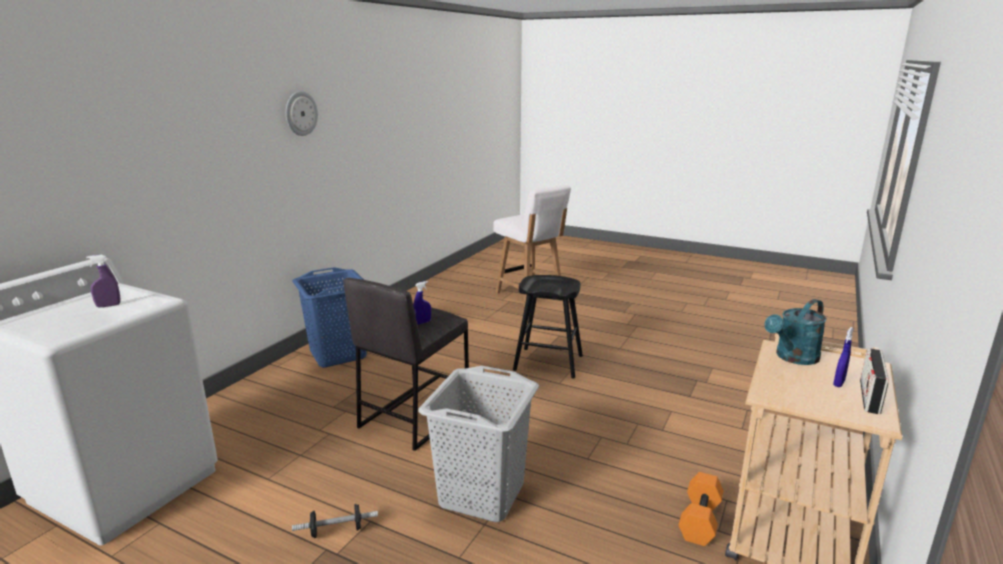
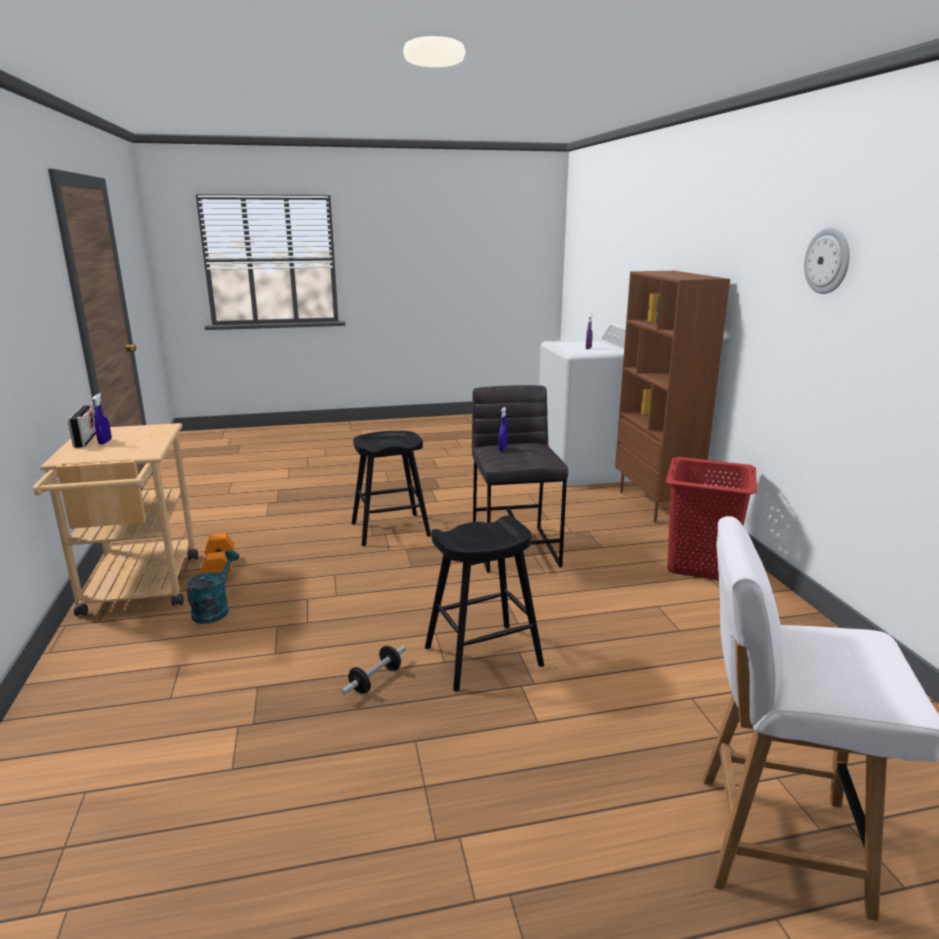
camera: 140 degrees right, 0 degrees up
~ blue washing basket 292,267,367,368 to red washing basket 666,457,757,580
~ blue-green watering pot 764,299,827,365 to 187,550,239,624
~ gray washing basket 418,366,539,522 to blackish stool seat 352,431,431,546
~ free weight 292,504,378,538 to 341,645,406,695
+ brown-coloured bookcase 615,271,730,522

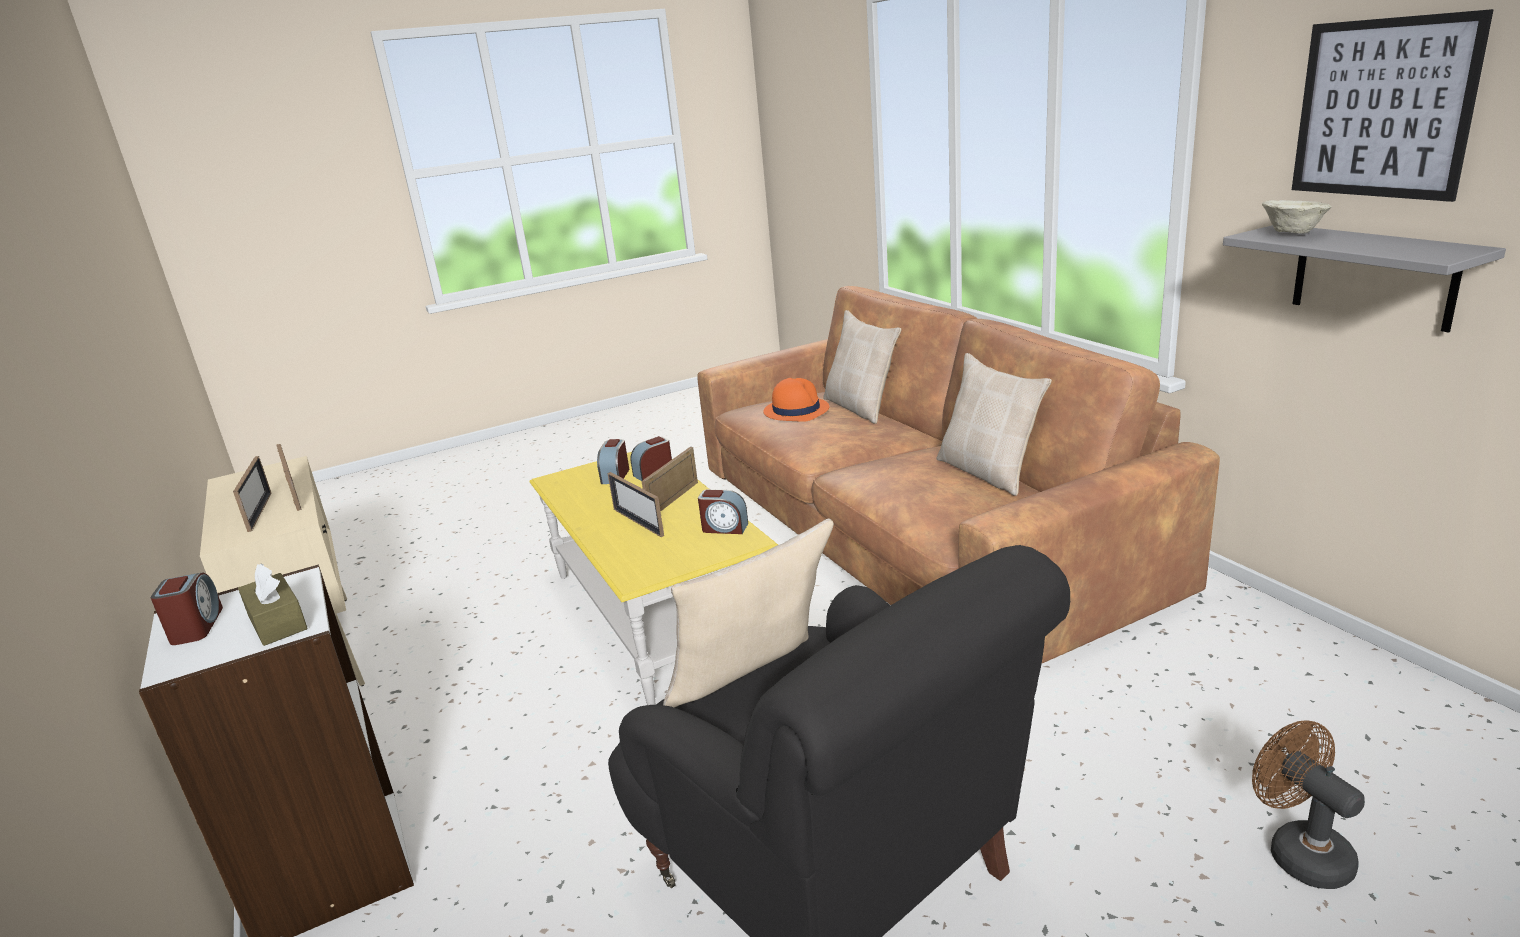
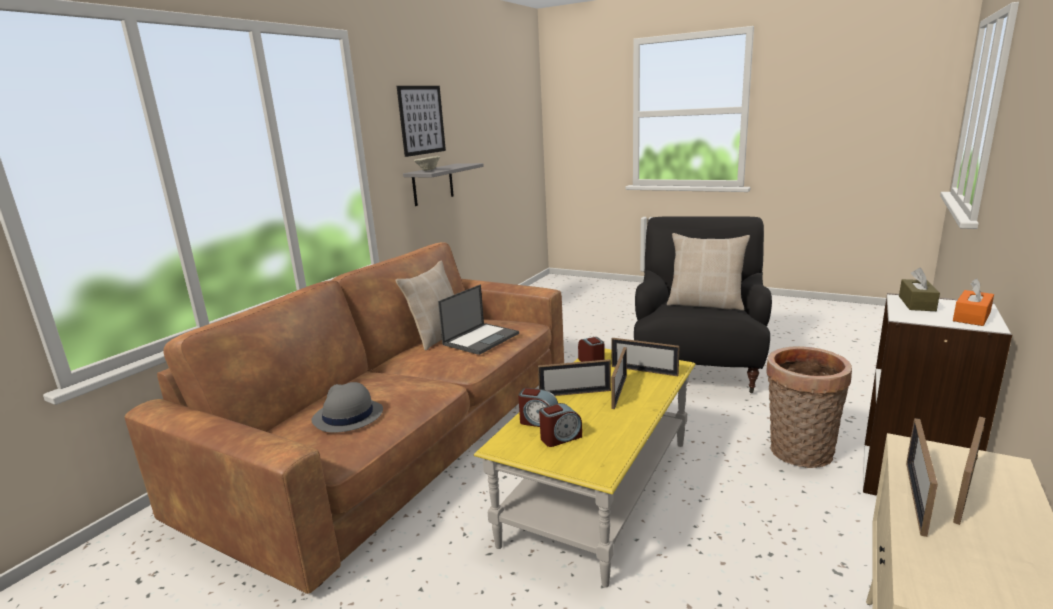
camera: 125 degrees left, 5 degrees down
- beige cushion 823,310,901,424
~ orangey wearable hat 763,378,829,422 to gray wearable hat 311,382,383,432
~ bedside clock 151,572,223,645 to orangey tissue box 953,278,994,326
- brown-coloured fan 1252,721,1365,889
+ portable computer 438,284,519,355
+ standing frame 611,338,680,376
+ storage basket 766,346,852,468

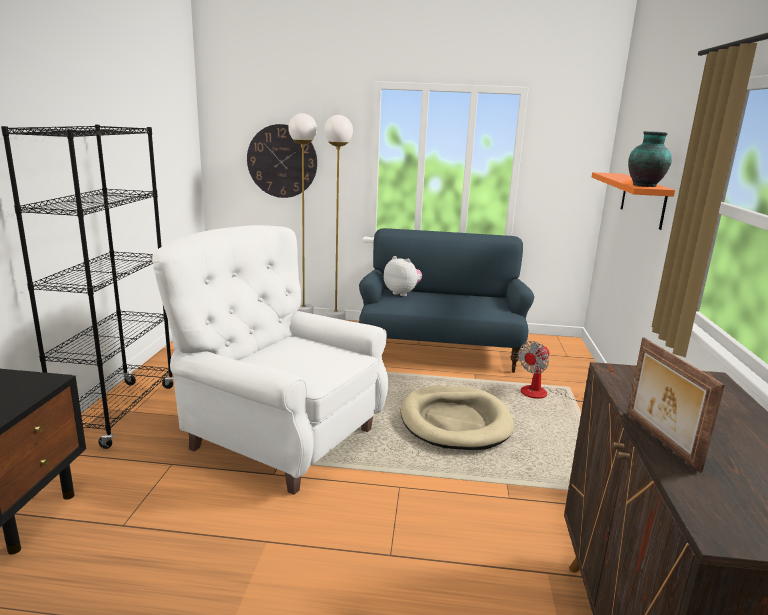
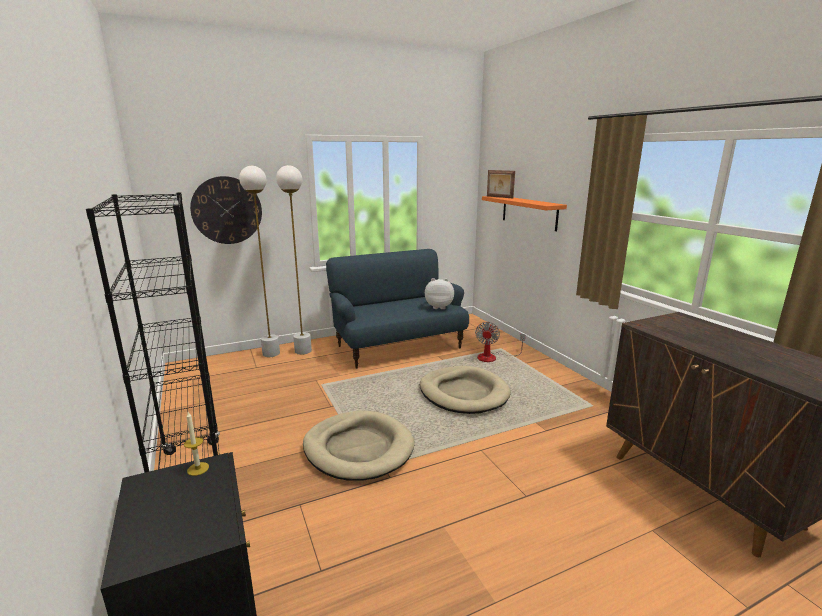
camera: 30 degrees left, 0 degrees up
- vase 628,131,672,187
~ white-coloured armchair 152,225,388,495 to beige dog cushion 303,410,415,481
~ cuddly toy 384,256,422,296 to 425,278,454,309
~ standing frame 627,338,725,473 to 487,170,515,198
+ candle 184,412,209,476

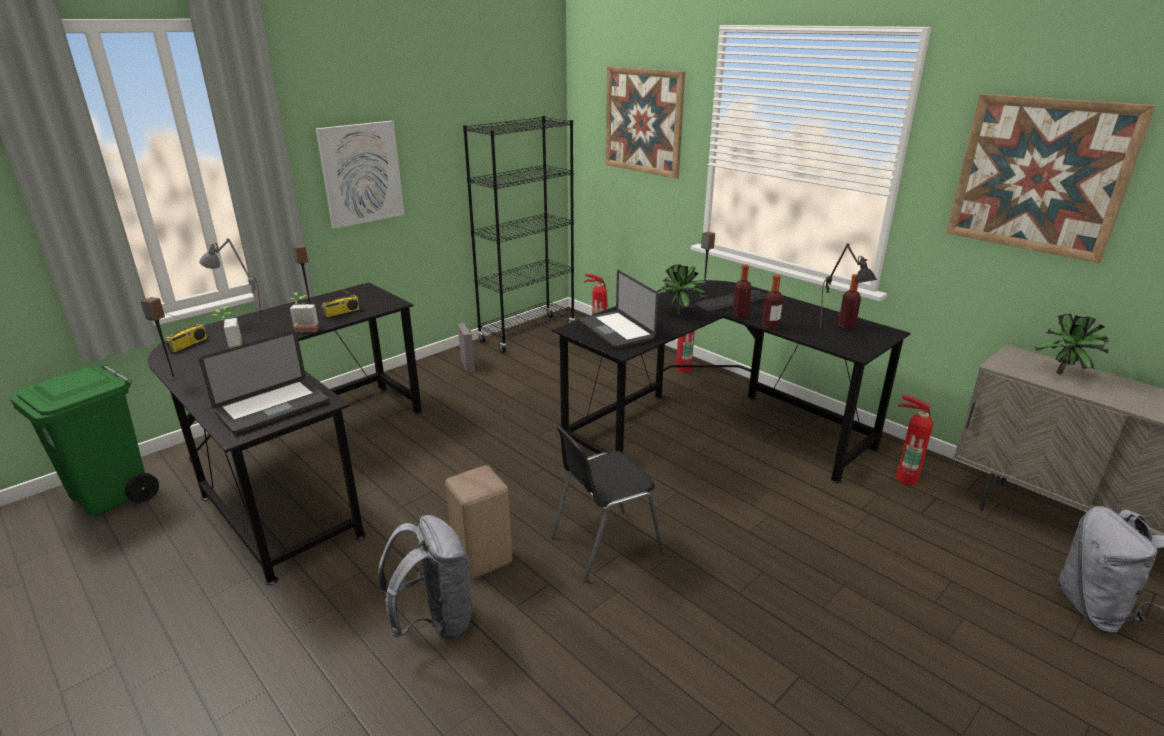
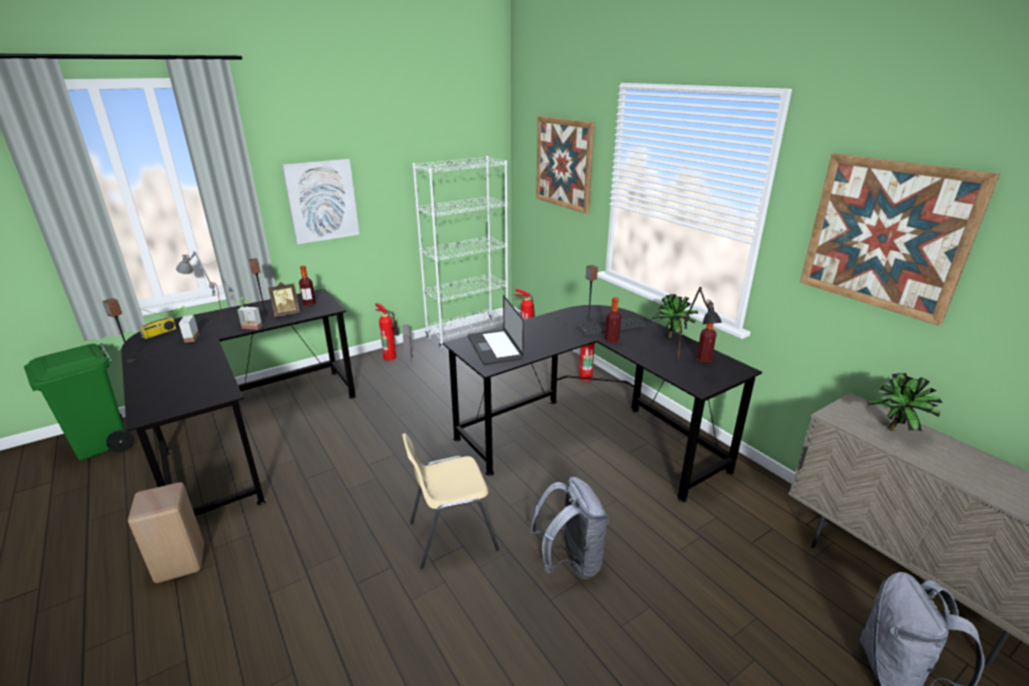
camera: 10 degrees right, 0 degrees up
~ blackish bookcase 463,116,575,353 to white-coloured bookcase 412,156,508,350
~ potted plant 657,264,707,315 to 652,294,698,338
~ beverage bottle 762,275,783,329 to 299,266,316,306
~ radio set 322,282,360,317 to standing frame 268,282,300,317
- portable computer 199,331,329,435
~ extinguisher 896,395,933,485 to 375,303,399,360
~ blackish plain chair 551,425,664,582 to beige plain chair 402,433,500,569
~ beige stool seat 445,465,512,579 to 128,482,204,583
~ gray knapsack 377,515,473,640 to 530,477,608,579

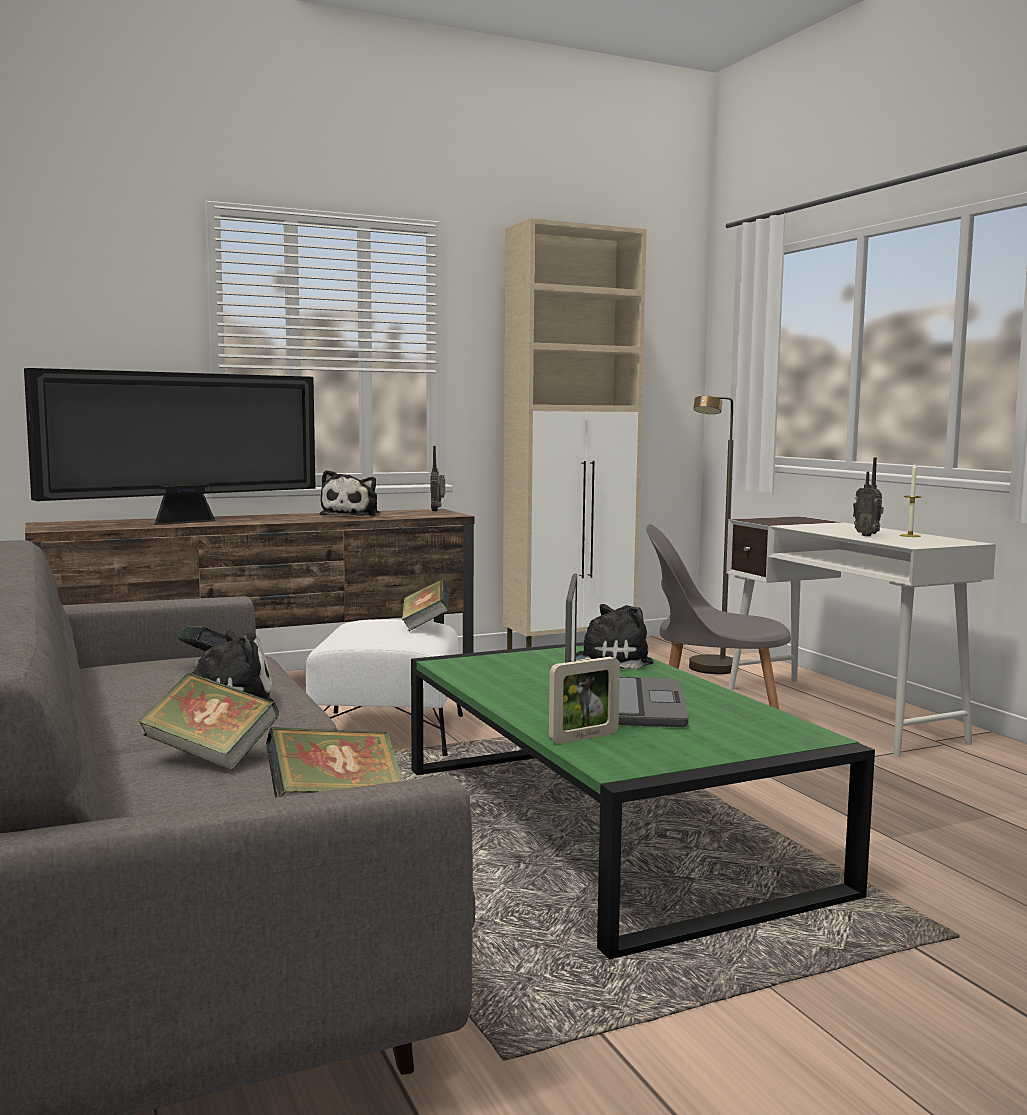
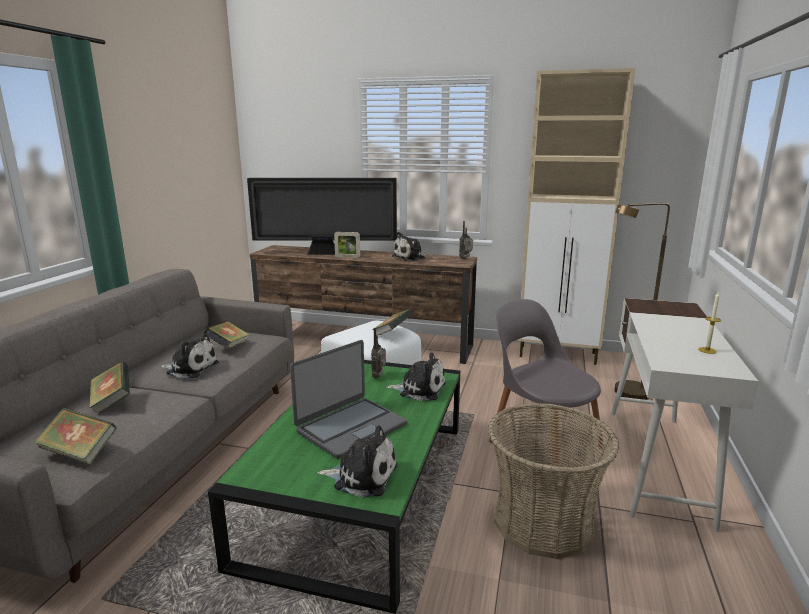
camera: 40 degrees right, 10 degrees up
~ radio set 853,457,884,536 to 371,328,386,378
~ standing frame 549,657,620,744 to 334,232,360,258
+ storage basket 488,403,619,559
+ cuddly toy 317,425,397,497

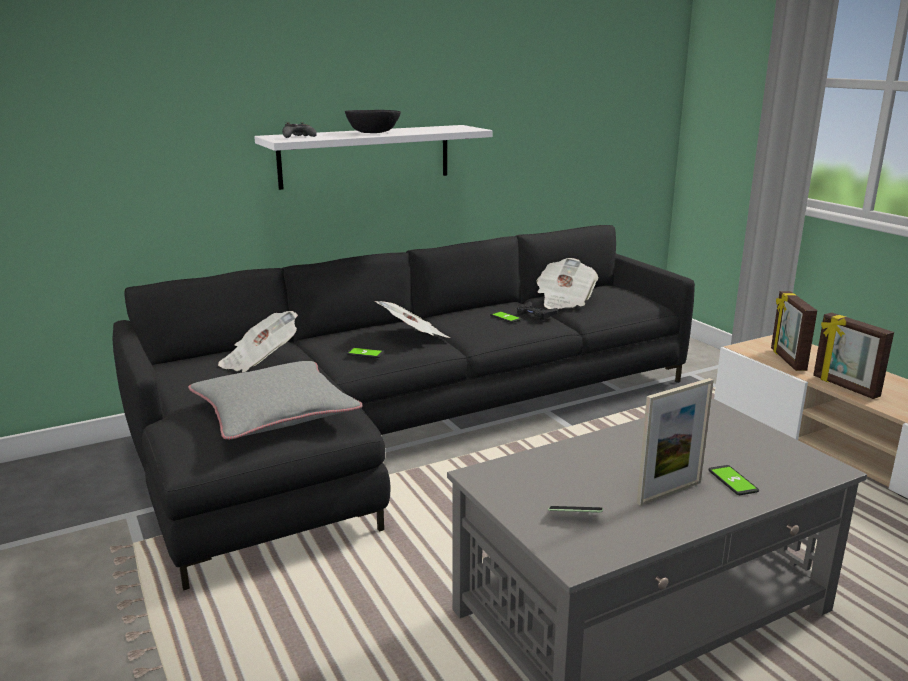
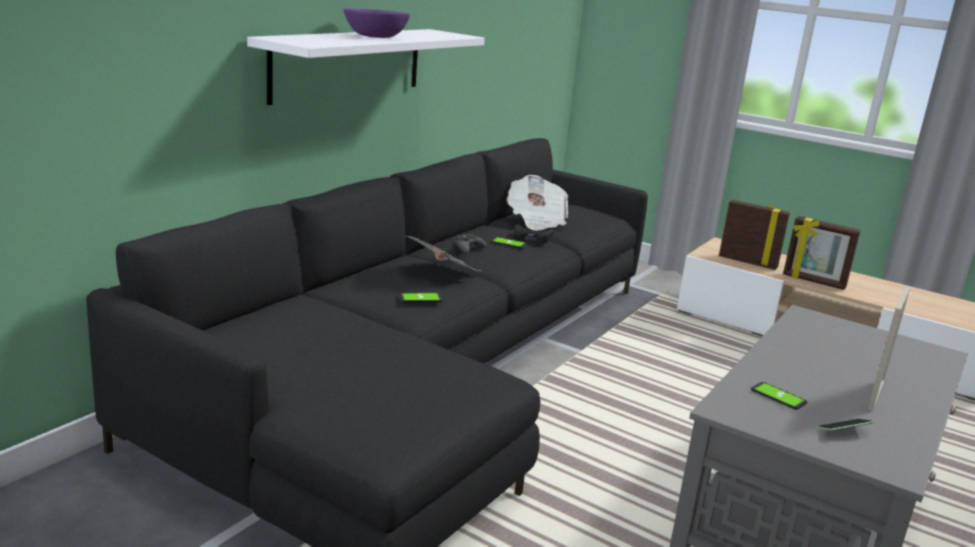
camera: 30 degrees left, 0 degrees up
~ blackish deep dish 345,110,401,133 to purple deep dish 344,8,410,38
~ blackish gamepad 282,122,317,138 to 452,234,486,254
~ standing frame 771,291,817,371 = 719,200,790,270 150 degrees clockwise
- daily paper 218,311,298,372
- gray cushion 188,361,362,439
~ phone 708,465,759,495 to 751,382,807,410

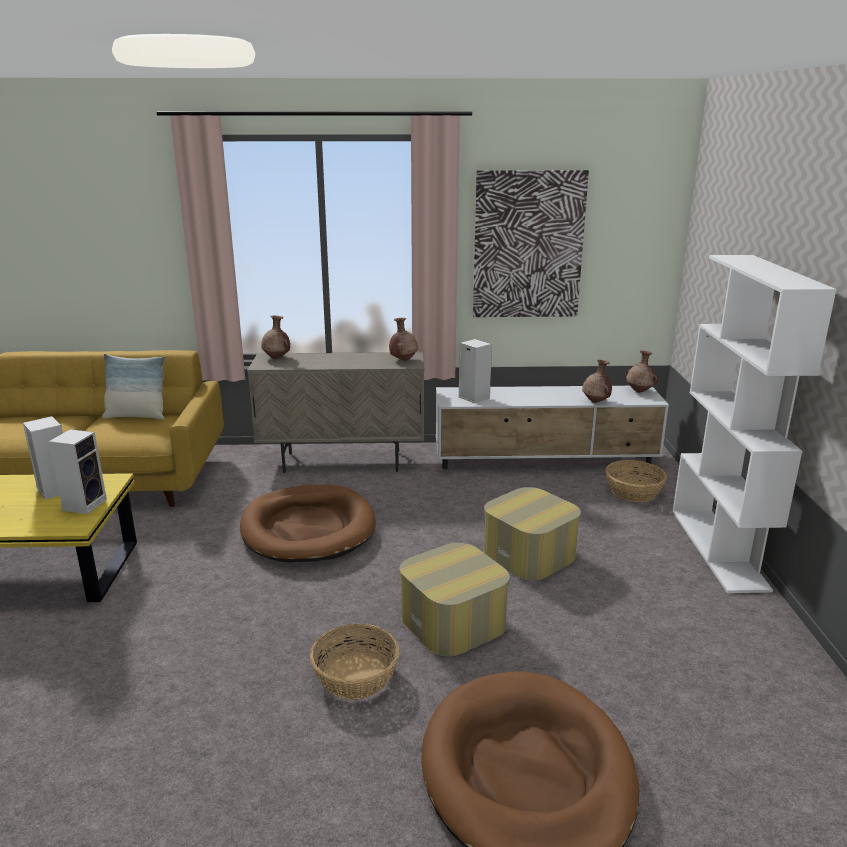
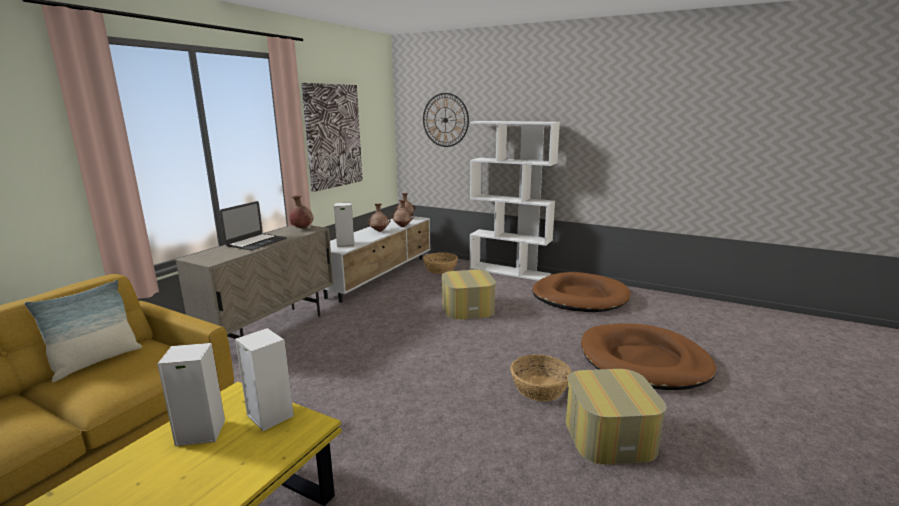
camera: 60 degrees left, 5 degrees down
~ brown-coloured vase 261,316,290,359 to 368,204,391,232
~ brown-coloured dog cushion 240,485,376,562 to 532,272,631,312
~ pouffe 399,543,510,656 to 565,369,666,465
+ clock on the wall 423,93,469,147
+ portable computer 220,201,287,250

